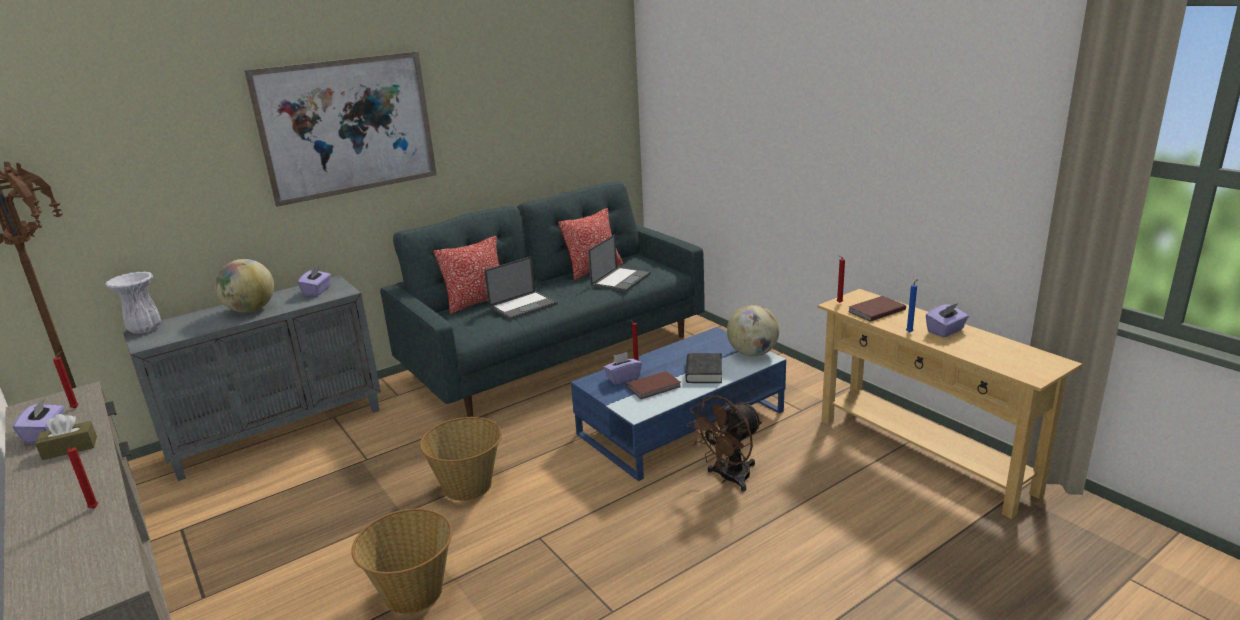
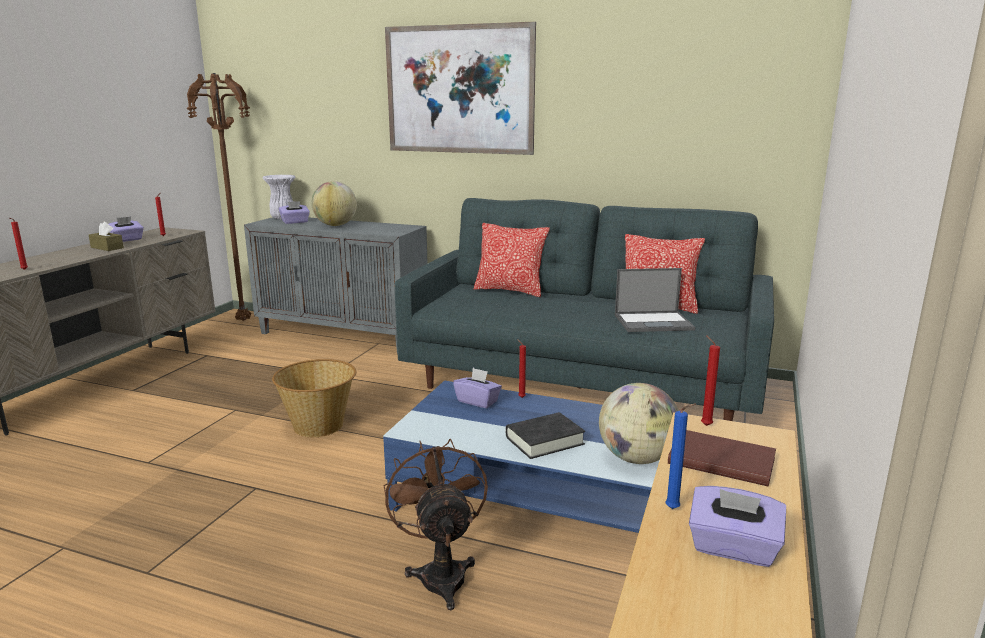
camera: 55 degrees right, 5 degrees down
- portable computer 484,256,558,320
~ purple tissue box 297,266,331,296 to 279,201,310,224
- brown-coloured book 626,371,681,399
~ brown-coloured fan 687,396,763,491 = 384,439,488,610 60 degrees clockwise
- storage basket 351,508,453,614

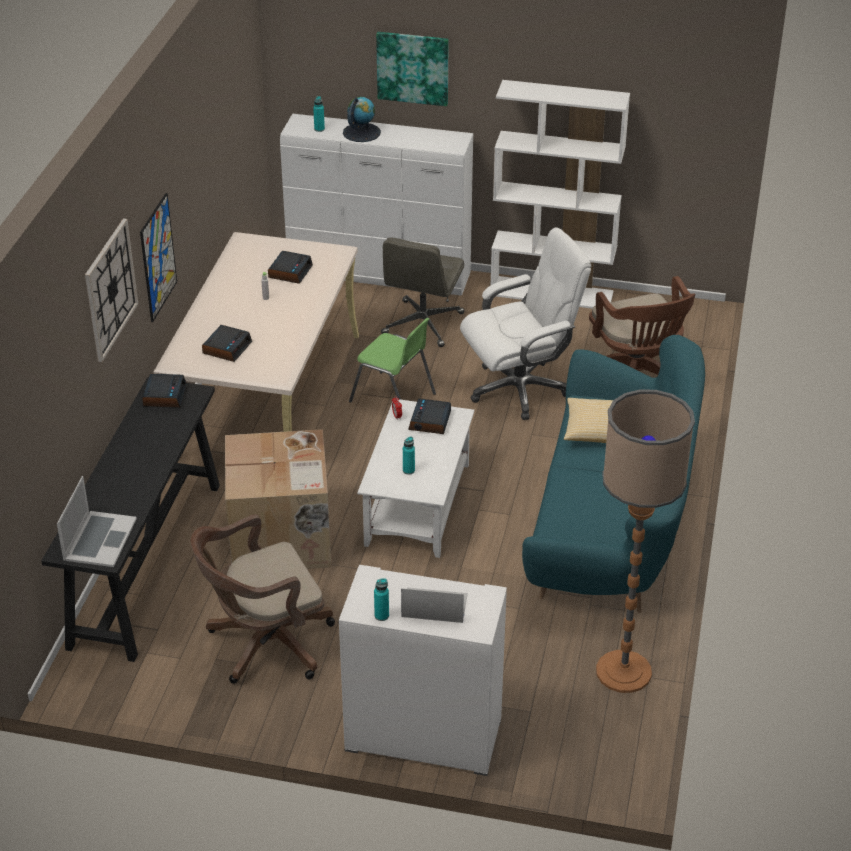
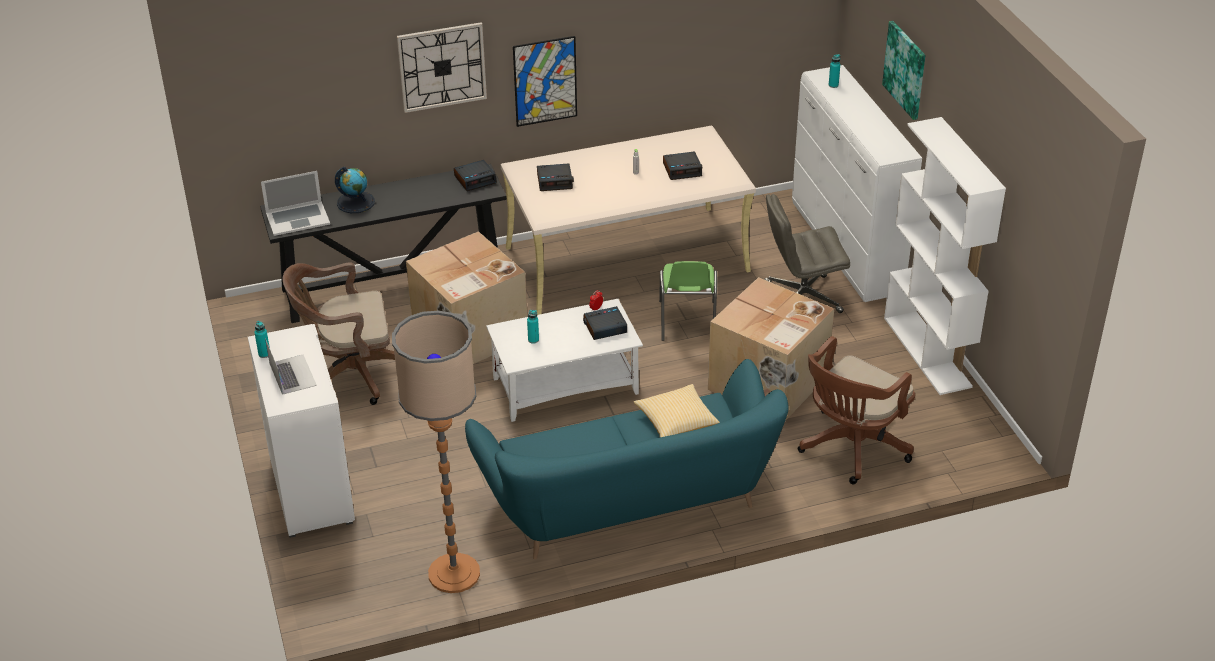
camera: 60 degrees right, 0 degrees up
~ desk globe 343,97,381,142 to 335,166,375,213
~ white-coloured desk chair 460,227,591,420 to cardboard box 708,277,834,421
~ brown-coloured desk chair 191,514,335,684 = 283,262,395,405 45 degrees counterclockwise

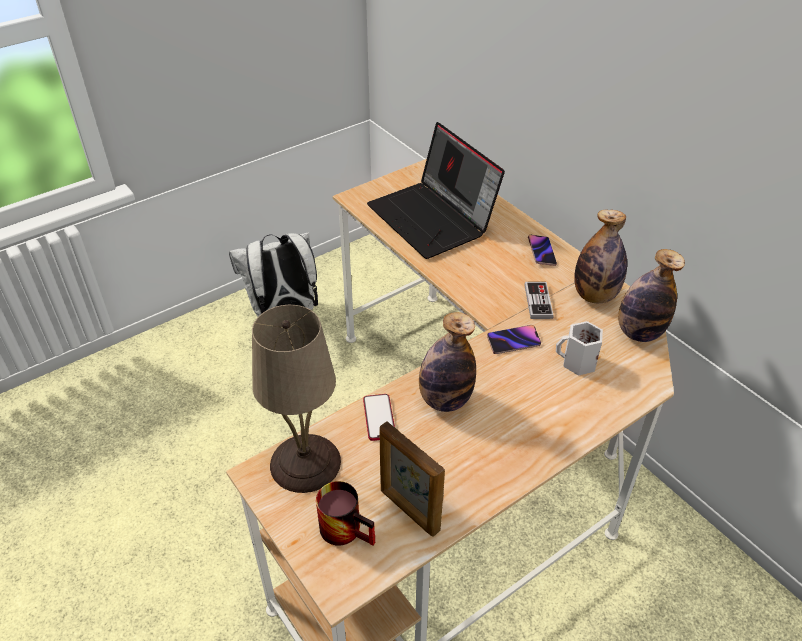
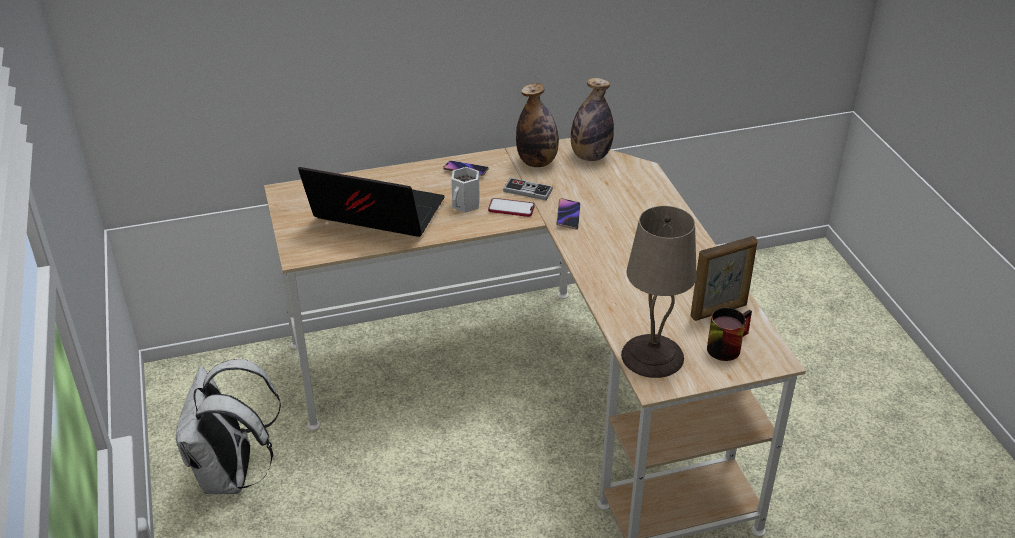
camera: 70 degrees left, 5 degrees down
~ portable computer 367,122,505,259 = 298,167,445,237 150 degrees counterclockwise
- beverage bottle 419,312,476,412
~ white-coloured tea mug 556,321,603,376 to 451,167,480,213
~ phone 363,394,395,441 to 488,198,535,217

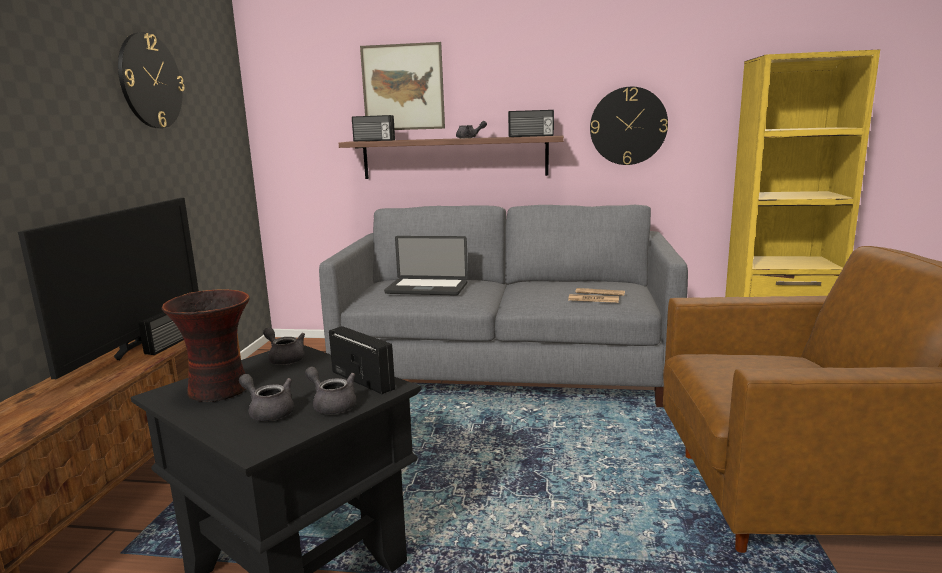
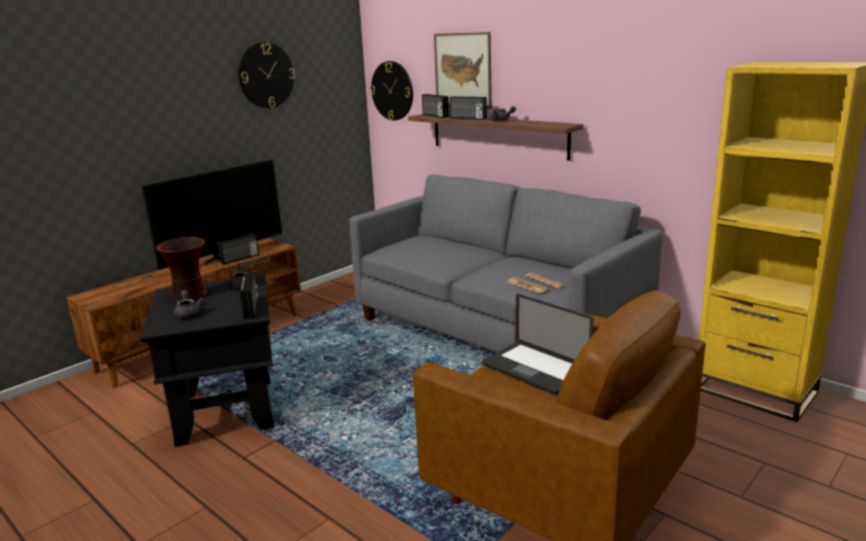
camera: 35 degrees right, 5 degrees up
~ clock on the wall 590,87,668,165 to 370,61,413,121
~ radio set 508,110,554,137 to 450,96,487,120
~ portable computer 384,236,468,296 to 482,294,593,395
- gray teapot 305,367,356,414

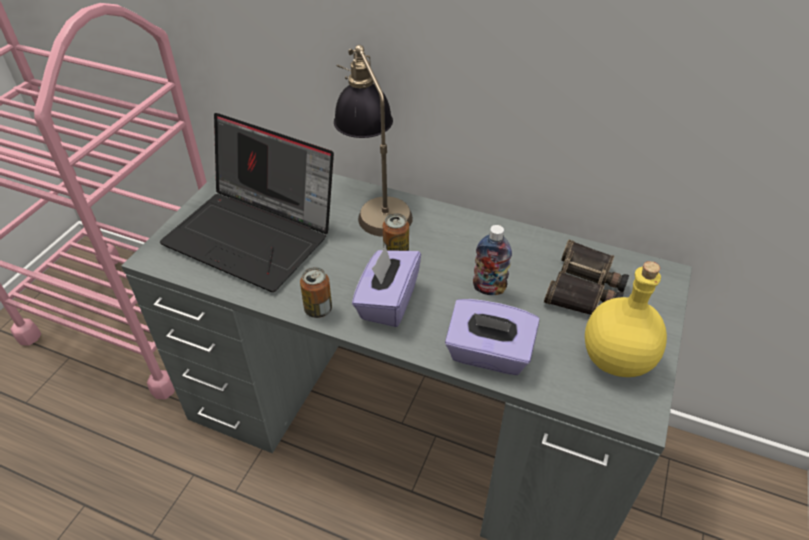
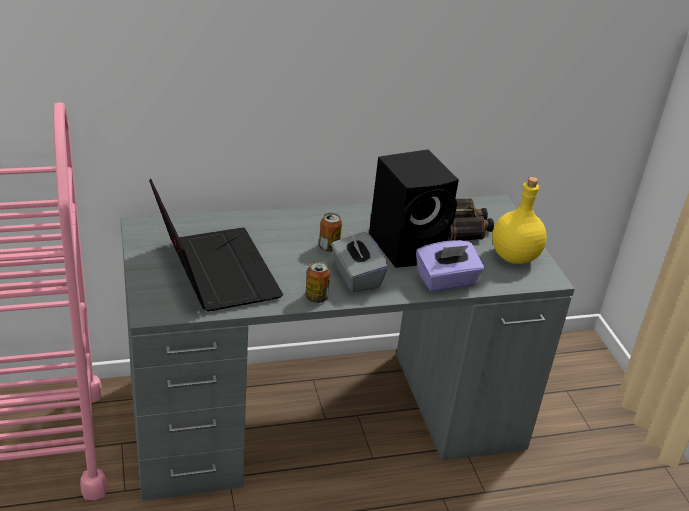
camera: 40 degrees left, 10 degrees down
- tabletop lamp 334,45,413,237
~ portable computer 160,113,334,292 = 149,179,283,312 105 degrees counterclockwise
~ beverage bottle 473,225,512,295 to blackish audio speaker 369,150,459,268
~ purple tissue box 352,246,421,327 to gray tissue box 331,232,388,292

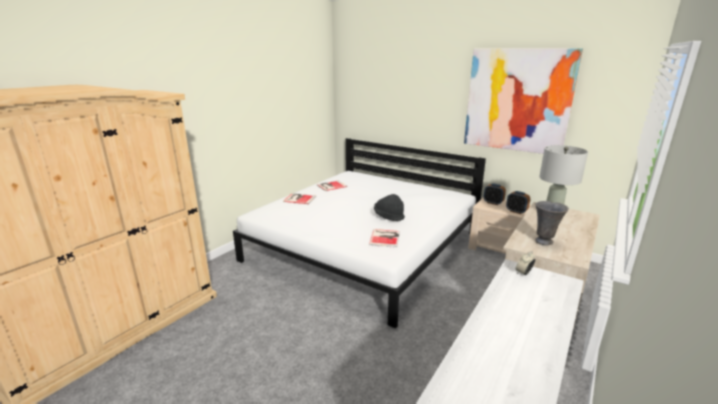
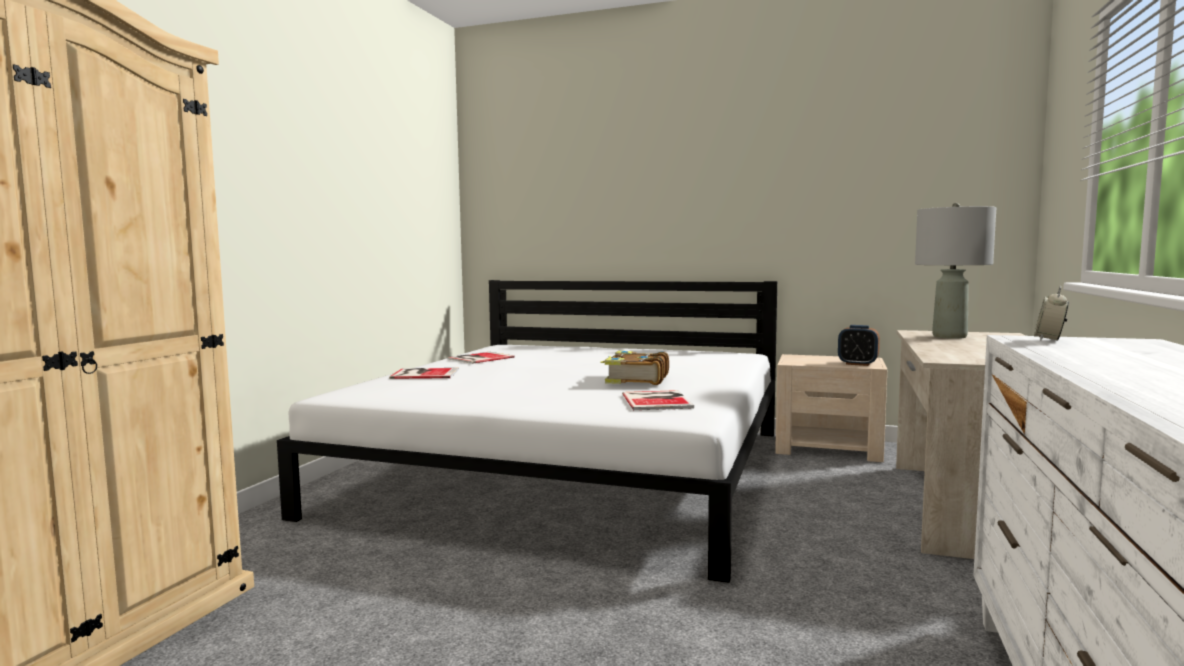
camera: 15 degrees left, 15 degrees down
- wall picture 464,48,583,154
- bedside clock 484,183,506,205
~ blackish wearable hat 374,194,405,221 to book 600,351,669,385
- gray vase 535,201,569,246

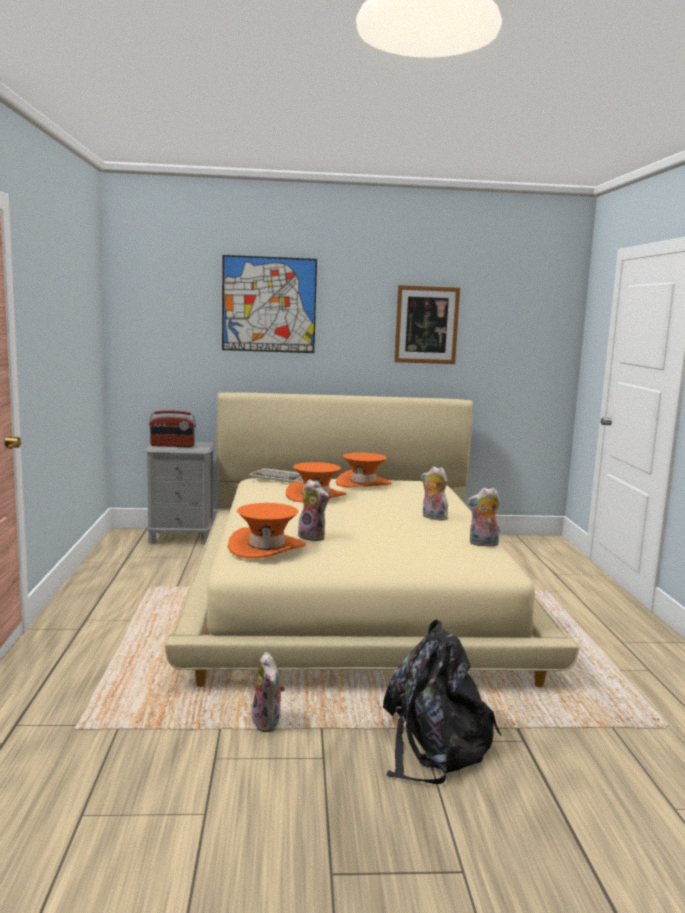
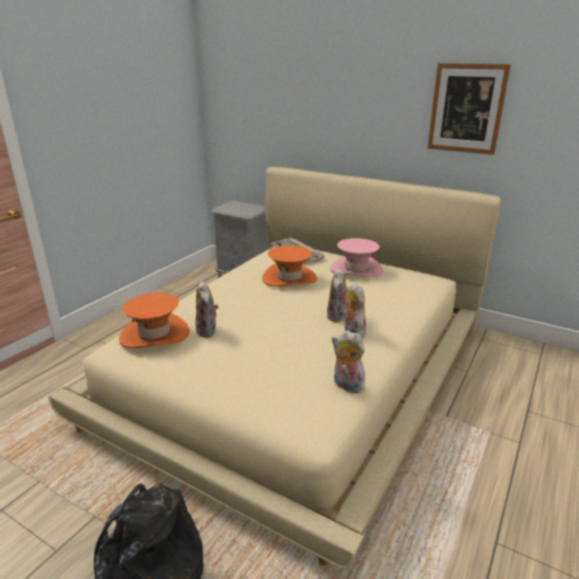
camera: 35 degrees right, 15 degrees up
- wall picture 222,255,317,353
- radio set 149,410,196,447
~ orangey wearable hat 336,452,391,487 to pink-coloured wearable hat 330,238,384,277
~ cuddly toy 252,652,285,732 to 327,268,346,322

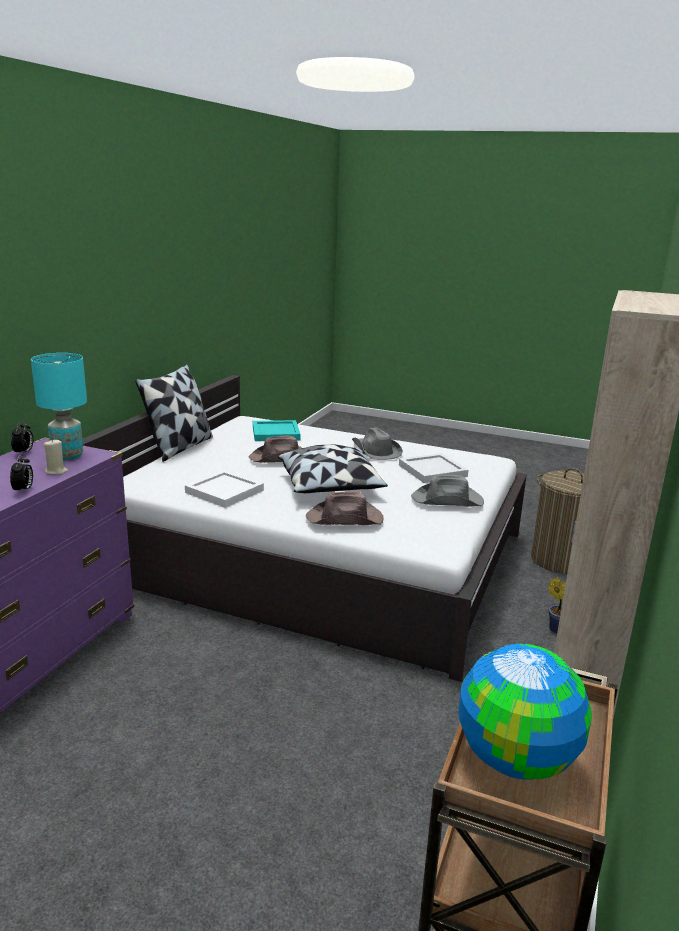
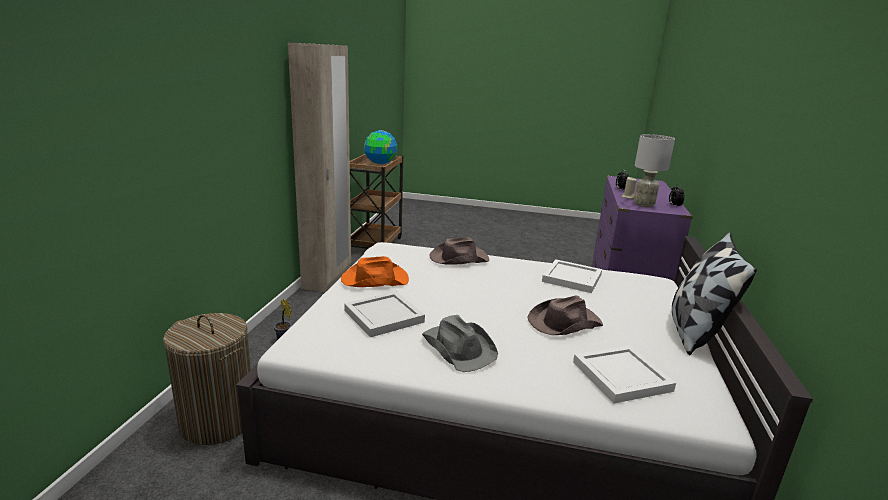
camera: 170 degrees right, 0 degrees up
~ blue-green tabletop lamp 31,353,87,461 to gray tabletop lamp 634,134,675,207
~ blue-green carrying tray 253,420,301,441 to white-coloured carrying tray 573,345,676,404
- cushion 278,444,388,493
~ gray wearable hat 411,475,484,507 to orangey wearable hat 341,256,409,287

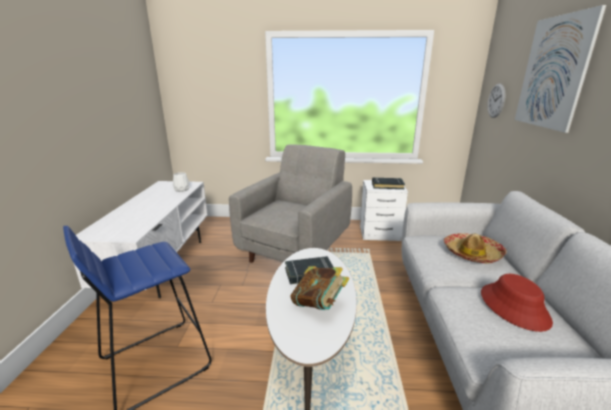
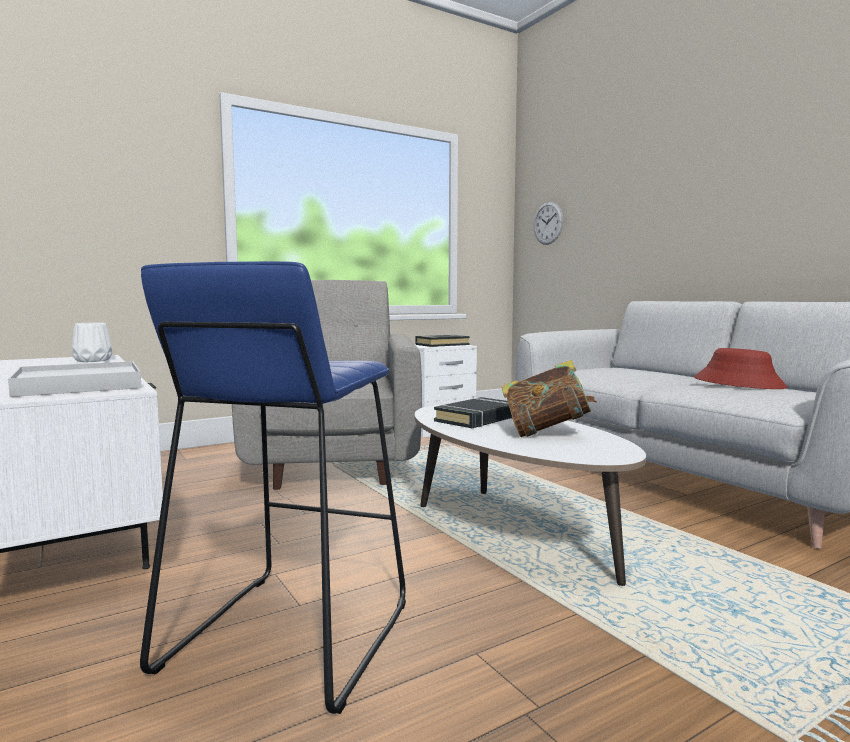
camera: 35 degrees left, 15 degrees down
- wall picture 515,5,606,133
- wearable hat 444,233,507,263
+ white-coloured carrying tray 8,361,142,397

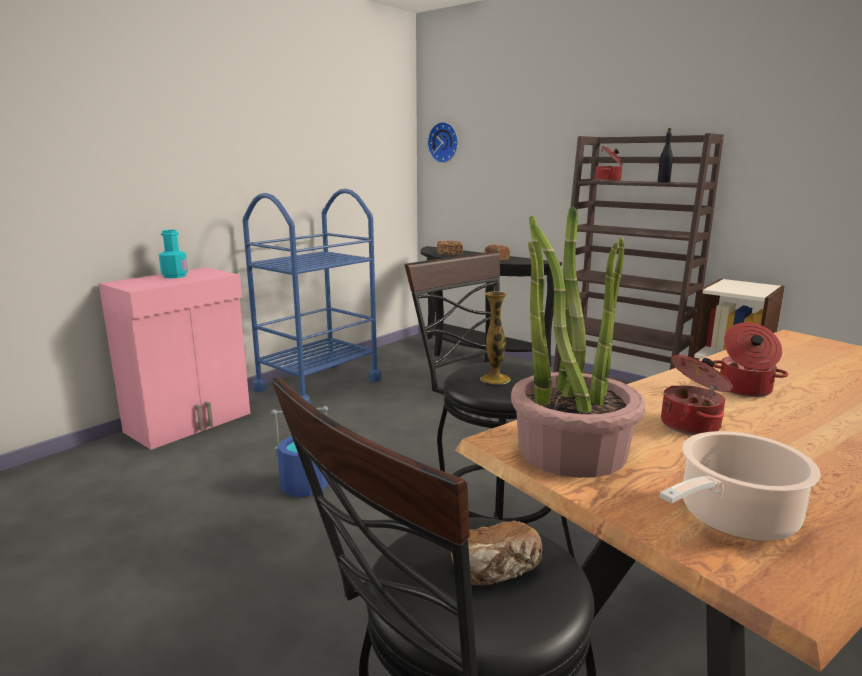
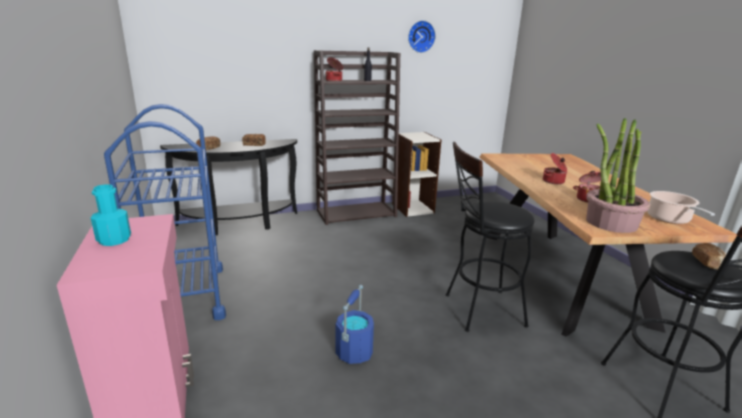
camera: 60 degrees left, 5 degrees up
~ clock on the wall 427,122,458,163 to 408,20,436,53
- vase 480,291,511,384

